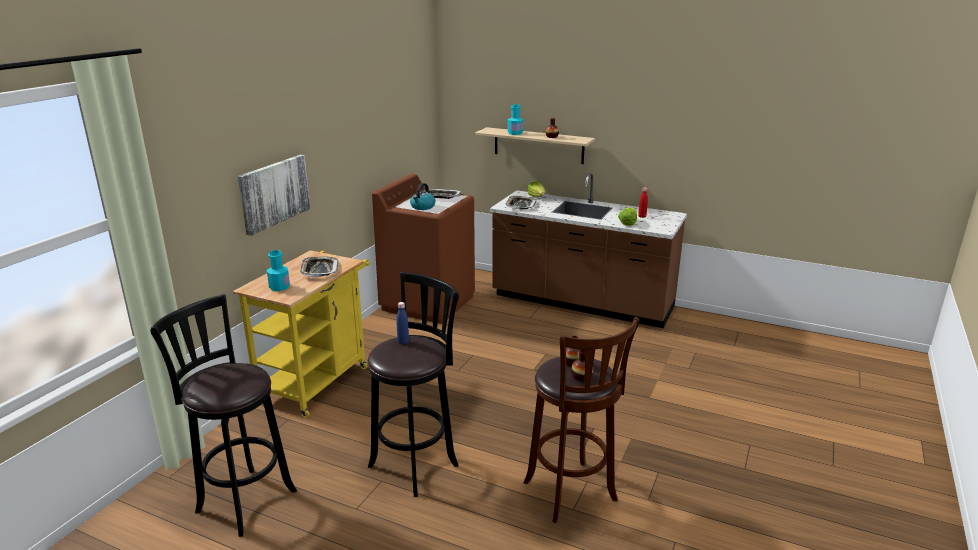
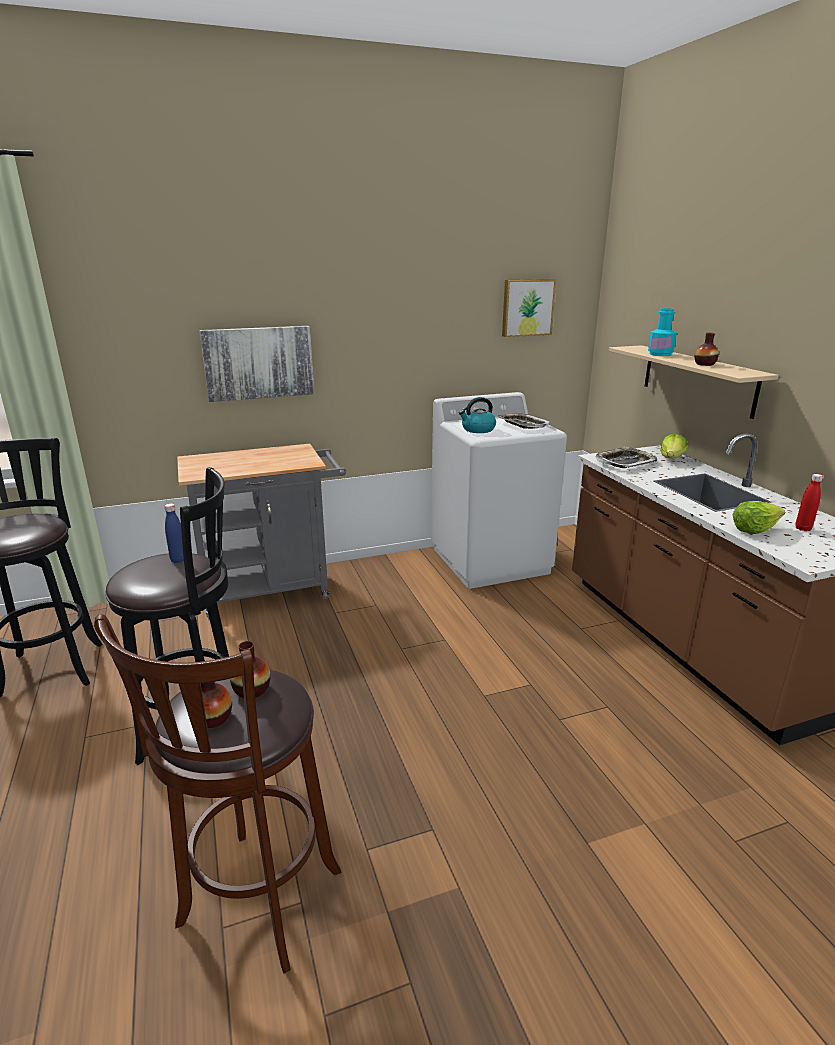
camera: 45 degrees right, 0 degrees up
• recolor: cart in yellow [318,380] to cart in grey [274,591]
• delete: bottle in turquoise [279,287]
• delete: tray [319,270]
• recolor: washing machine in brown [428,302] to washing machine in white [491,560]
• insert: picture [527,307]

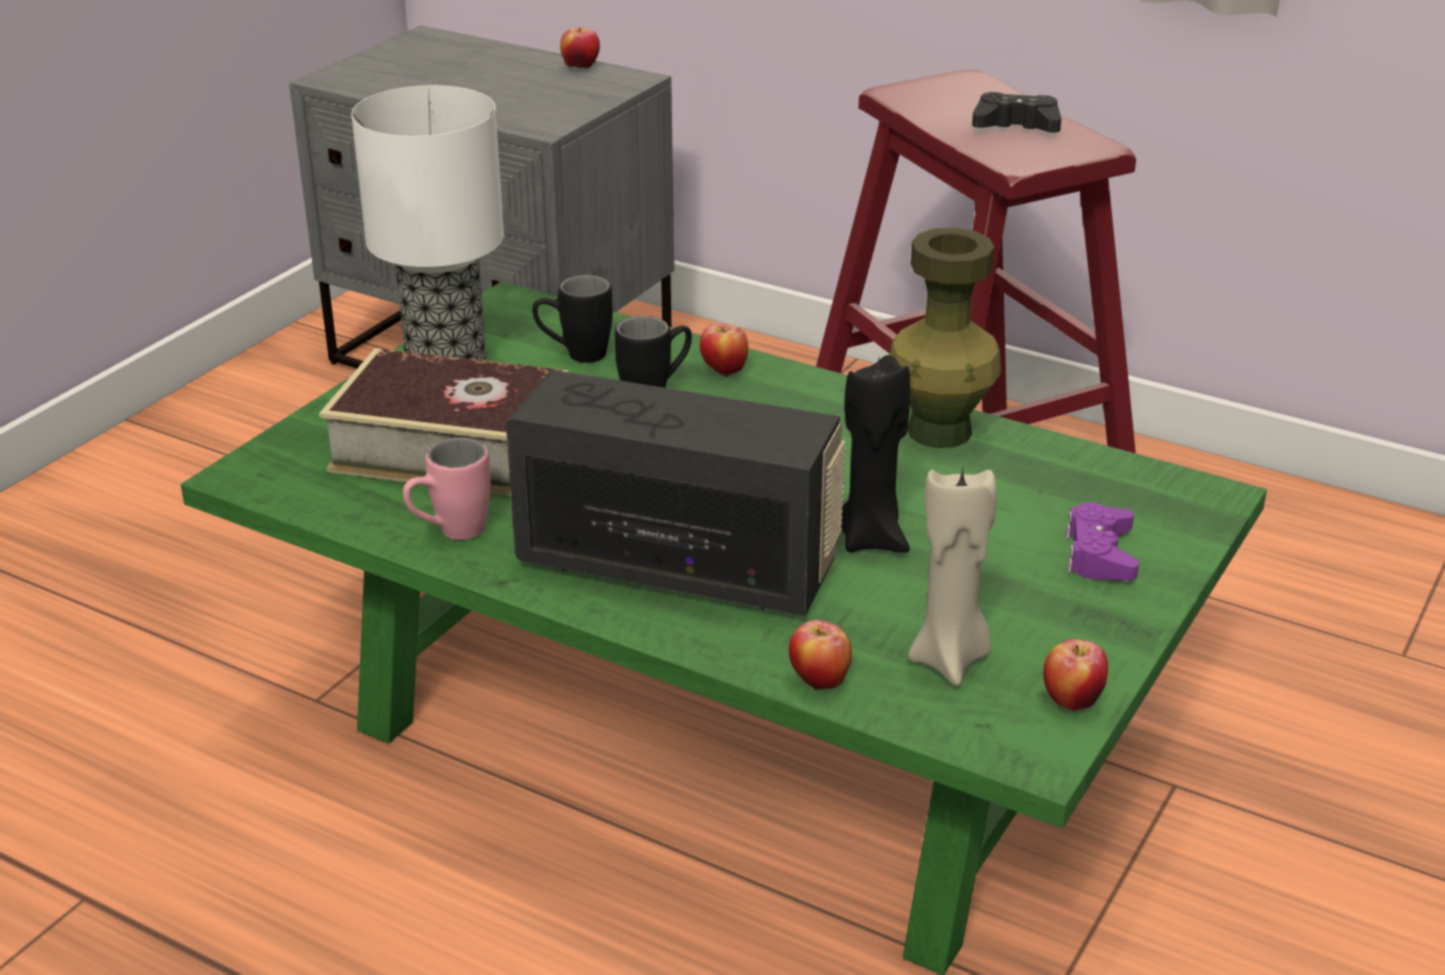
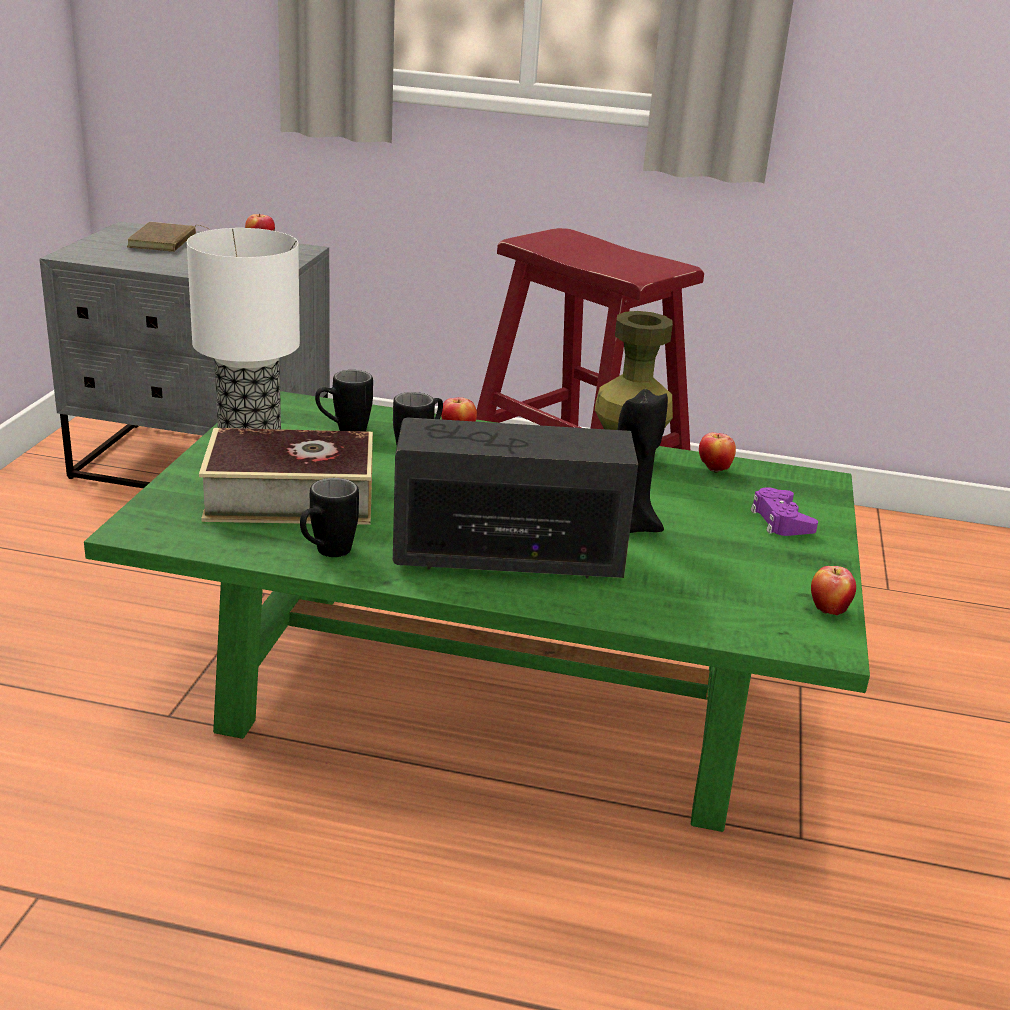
camera: 20 degrees left, 5 degrees down
• recolor: mug in pink [450,534] to mug in black [326,554]
• move: apple [819,682] to [714,469]
• delete: candle in beige [950,659]
• delete: game controller in black [1016,125]
• insert: book in brown [165,242]

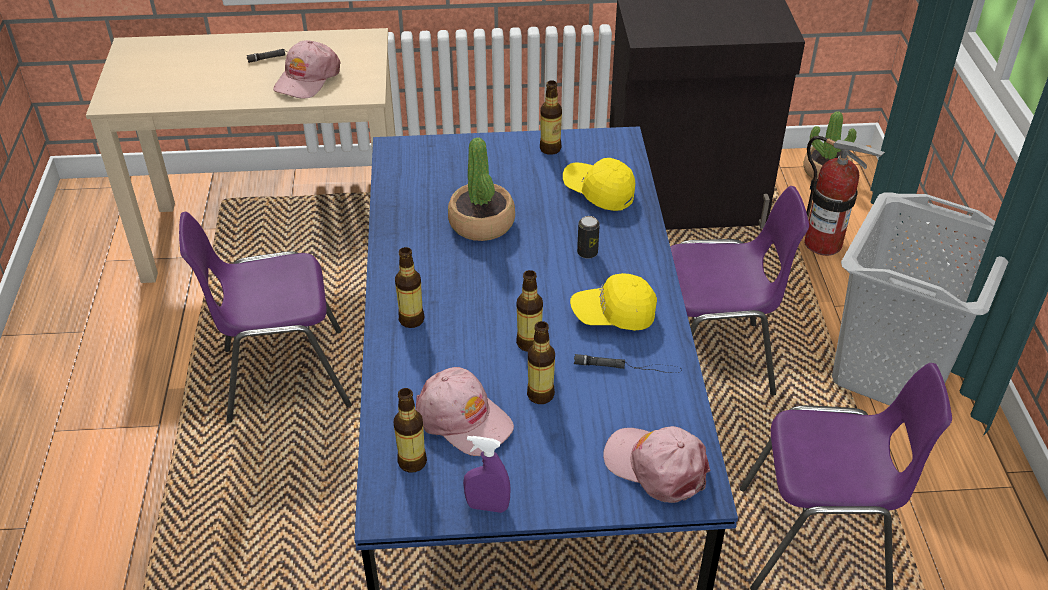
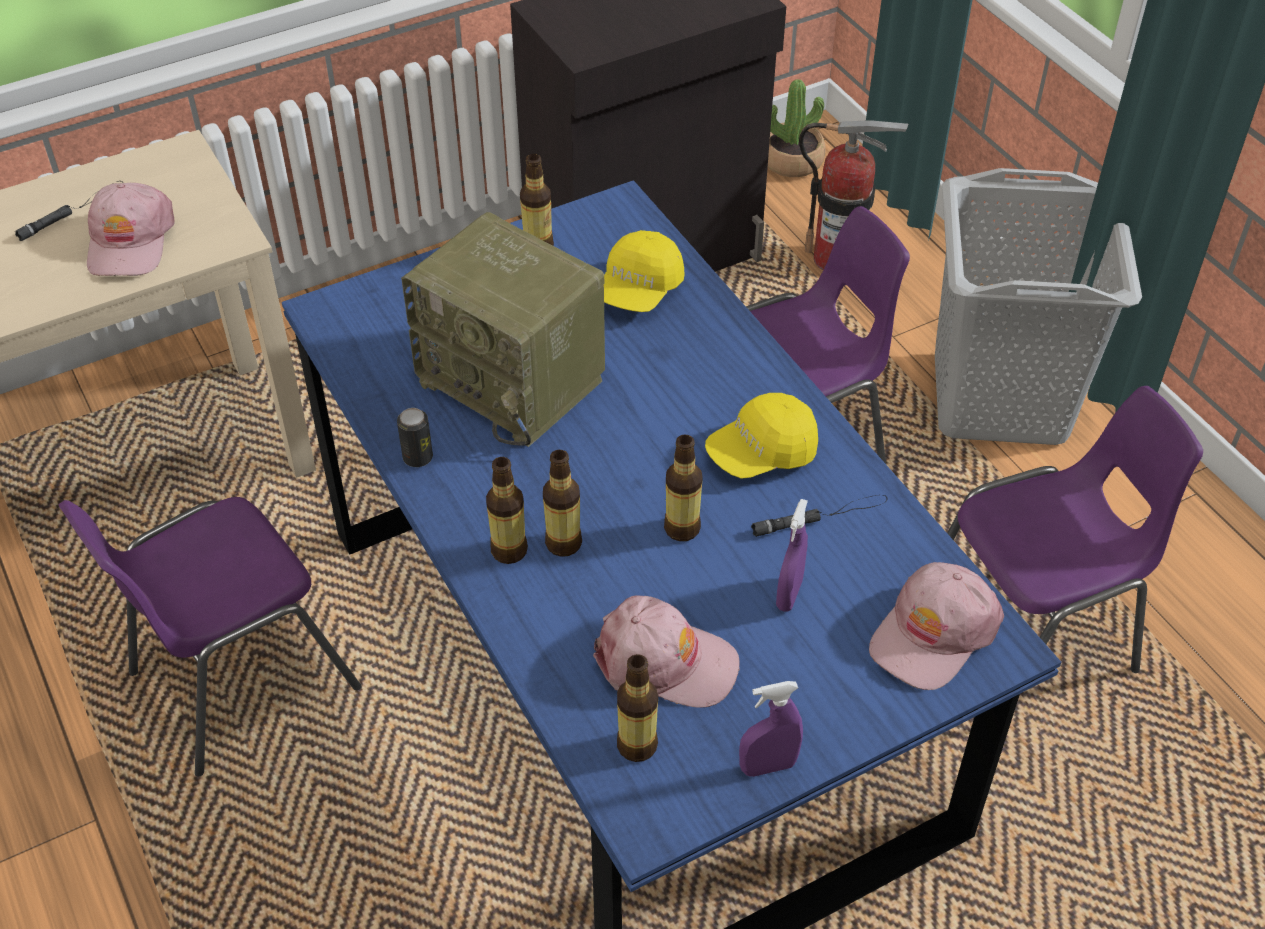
camera: 25 degrees left, 5 degrees up
• replace: potted plant [482,223] to radio [515,381]
• move: bottle [540,395] to [563,543]
• rotate: cap in yellow [598,192] = [639,290] 75 degrees counterclockwise
• move: can [587,252] to [418,457]
• rotate: cap in pink [656,466] = [933,633] 60 degrees counterclockwise
• insert: spray bottle in purple [789,594]

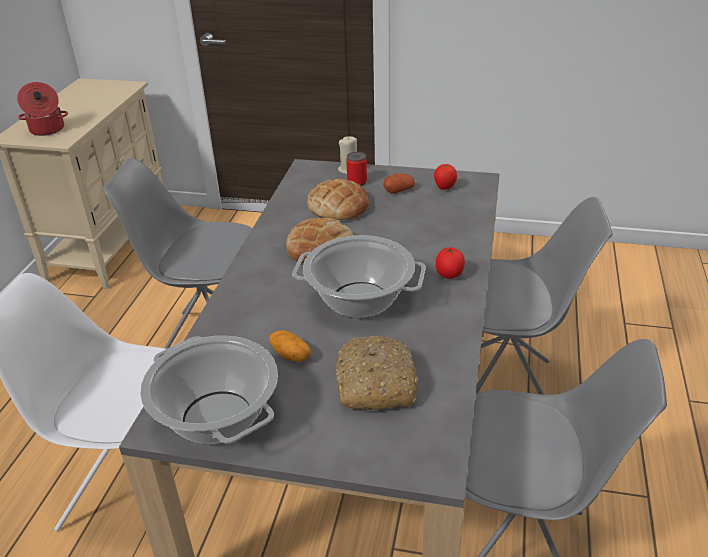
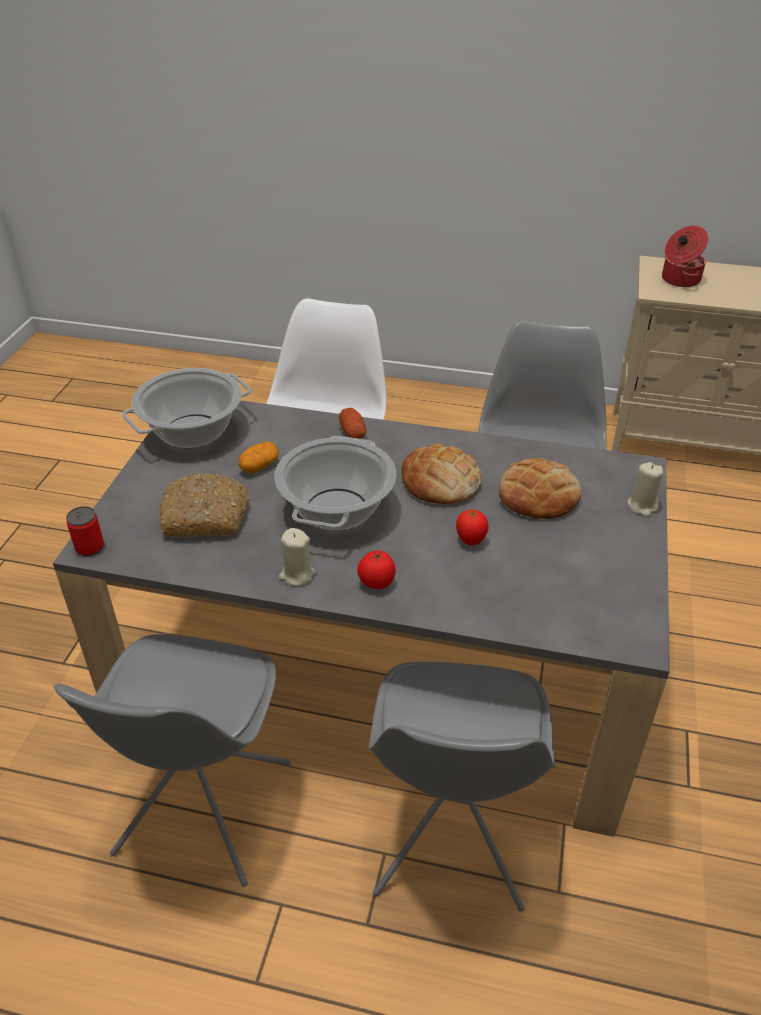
camera: 90 degrees right, 5 degrees up
• move: can [357,182] to [90,547]
• move: potato [399,190] to [353,432]
• move: tomato [444,188] to [471,540]
• insert: candle in beige [297,575]

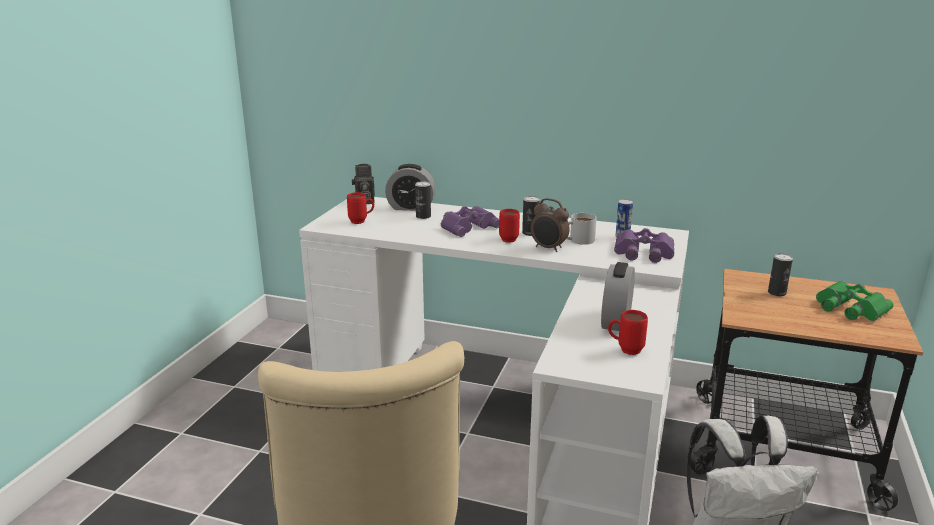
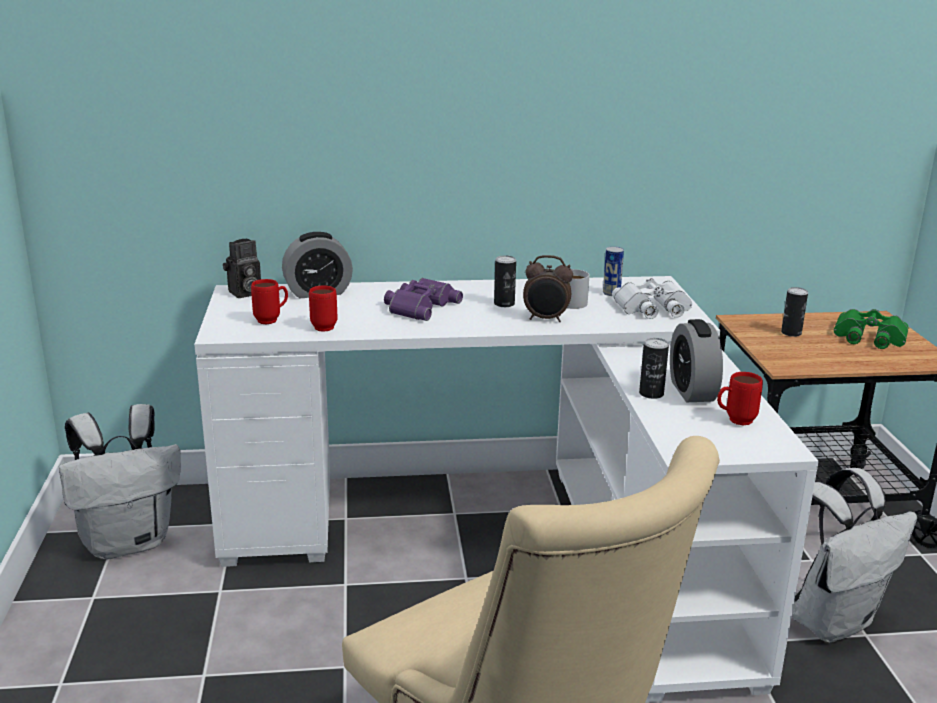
camera: 25 degrees left, 0 degrees up
• move: can [423,216] to [651,394]
• move: mug in red [509,238] to [323,326]
• recolor: binoculars in purple [643,253] to binoculars in white [653,308]
• insert: backpack in white [129,542]

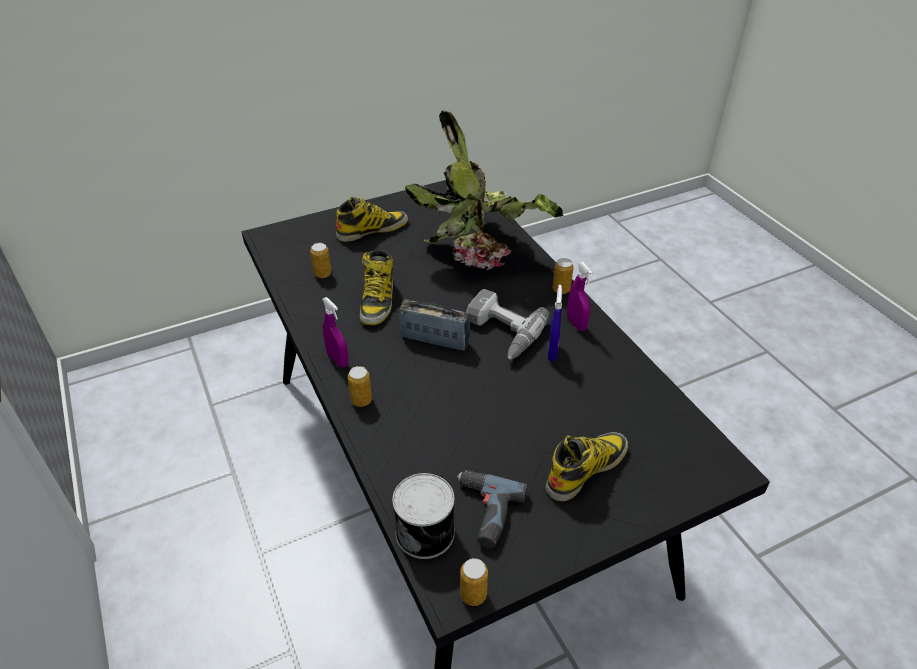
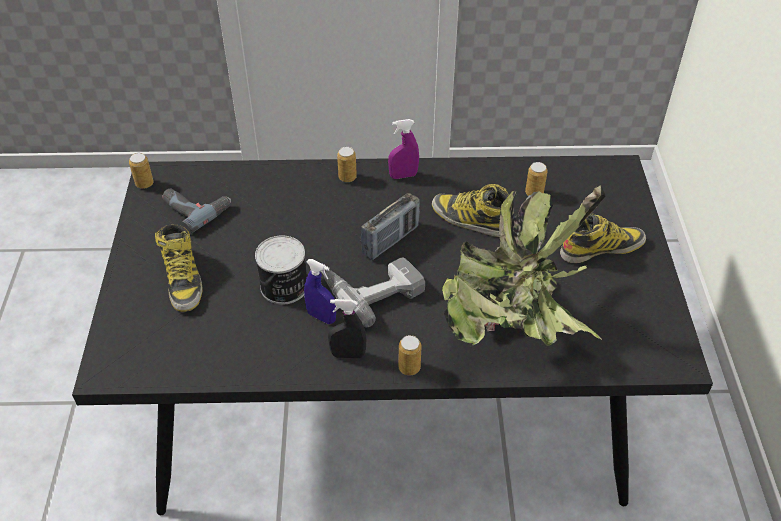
camera: 115 degrees right, 5 degrees up
• rotate: boot [372,229] = [601,248] 105 degrees counterclockwise
• move: can [426,532] to [284,287]
• recolor: spray bottle in purple [576,324] to spray bottle in black [348,354]

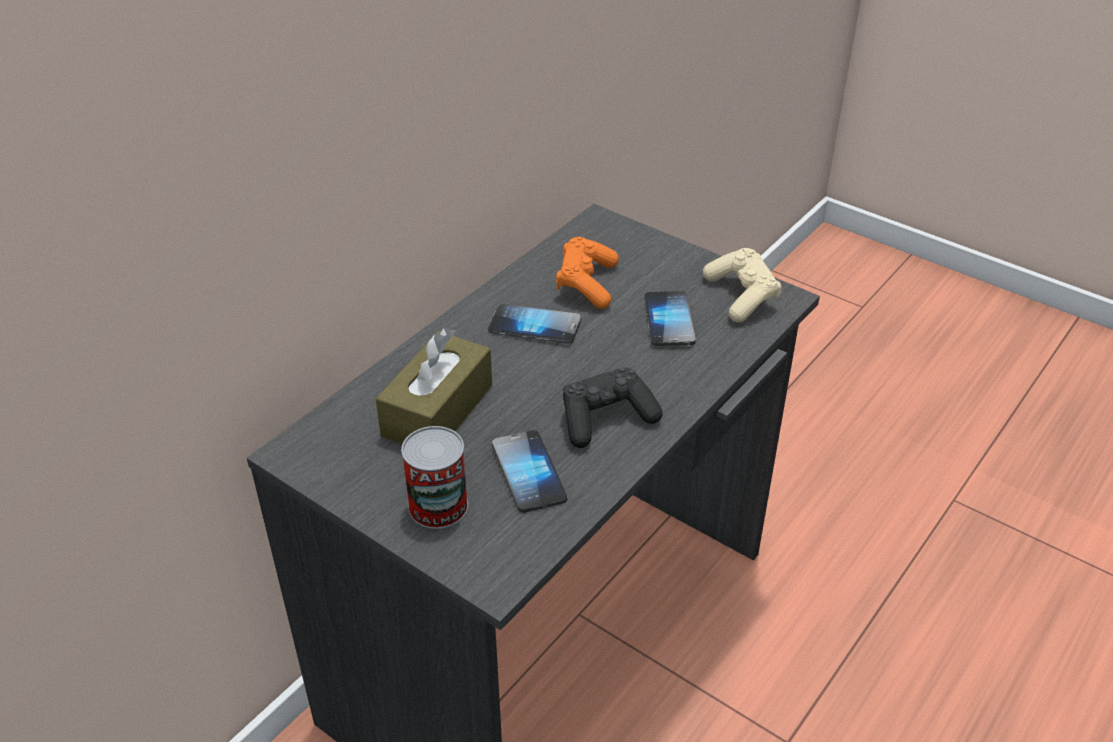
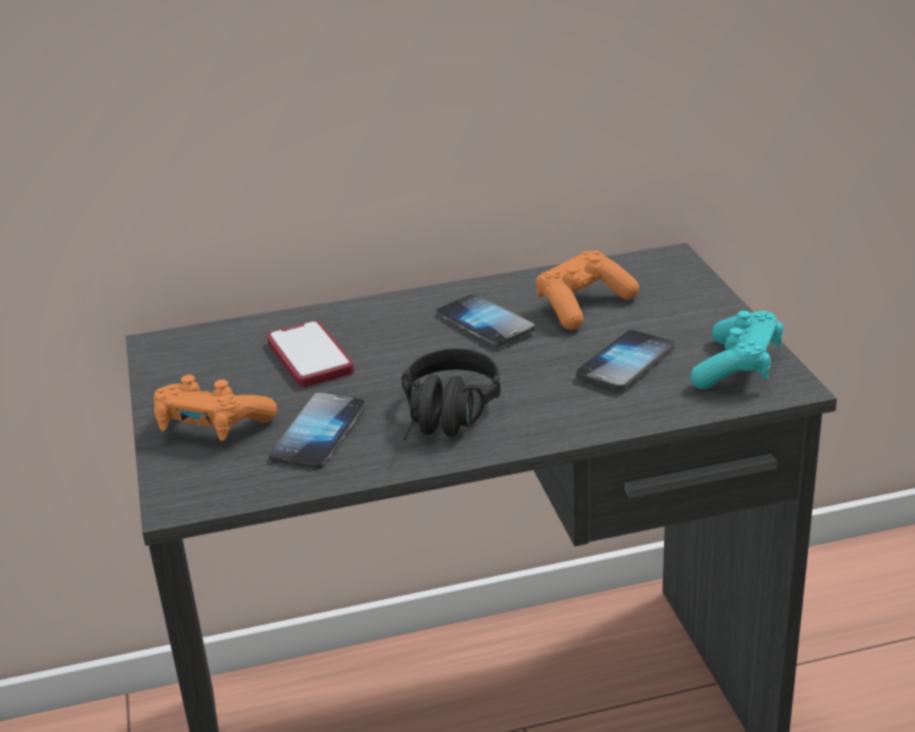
camera: 40 degrees right, 10 degrees down
• replace: tissue box in brown [437,410] to phone [310,357]
• replace: can [438,506] to game controller in orange [212,427]
• replace: game controller in black [606,419] to headphones in black [446,420]
• recolor: game controller in beige [741,296] to game controller in turquoise [737,368]

